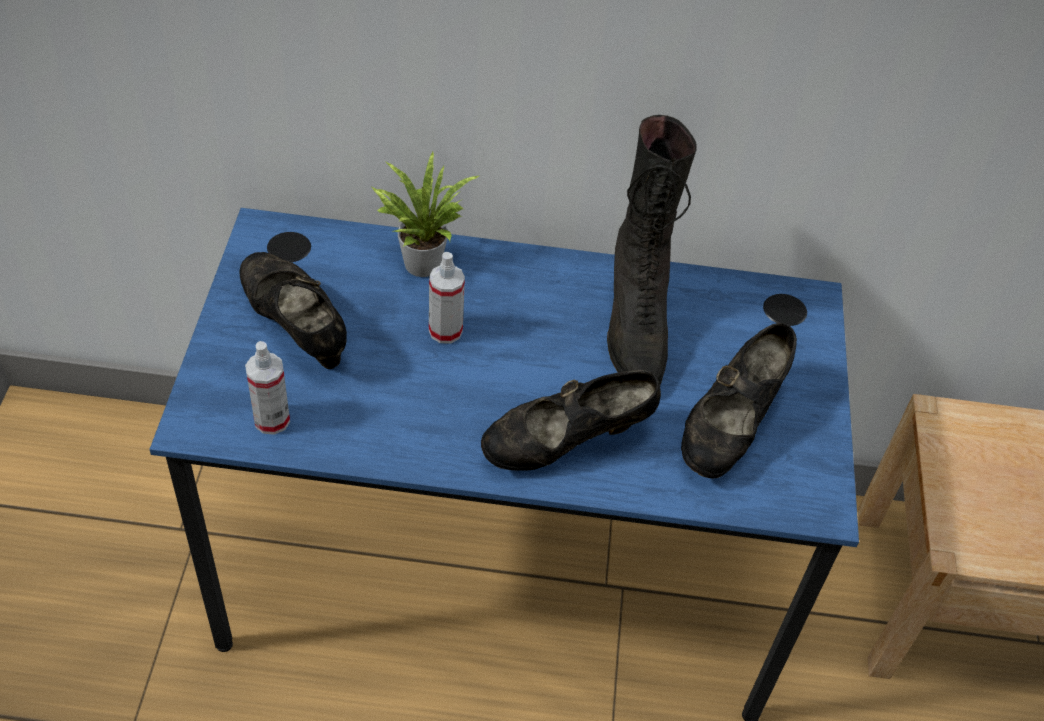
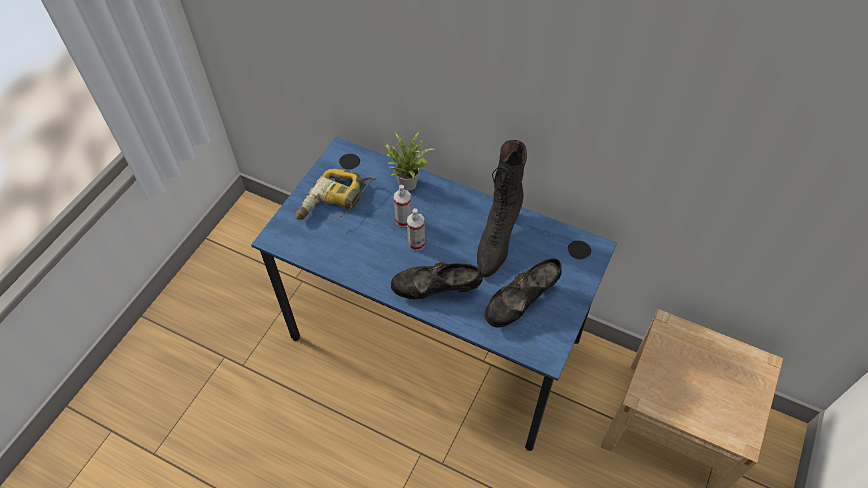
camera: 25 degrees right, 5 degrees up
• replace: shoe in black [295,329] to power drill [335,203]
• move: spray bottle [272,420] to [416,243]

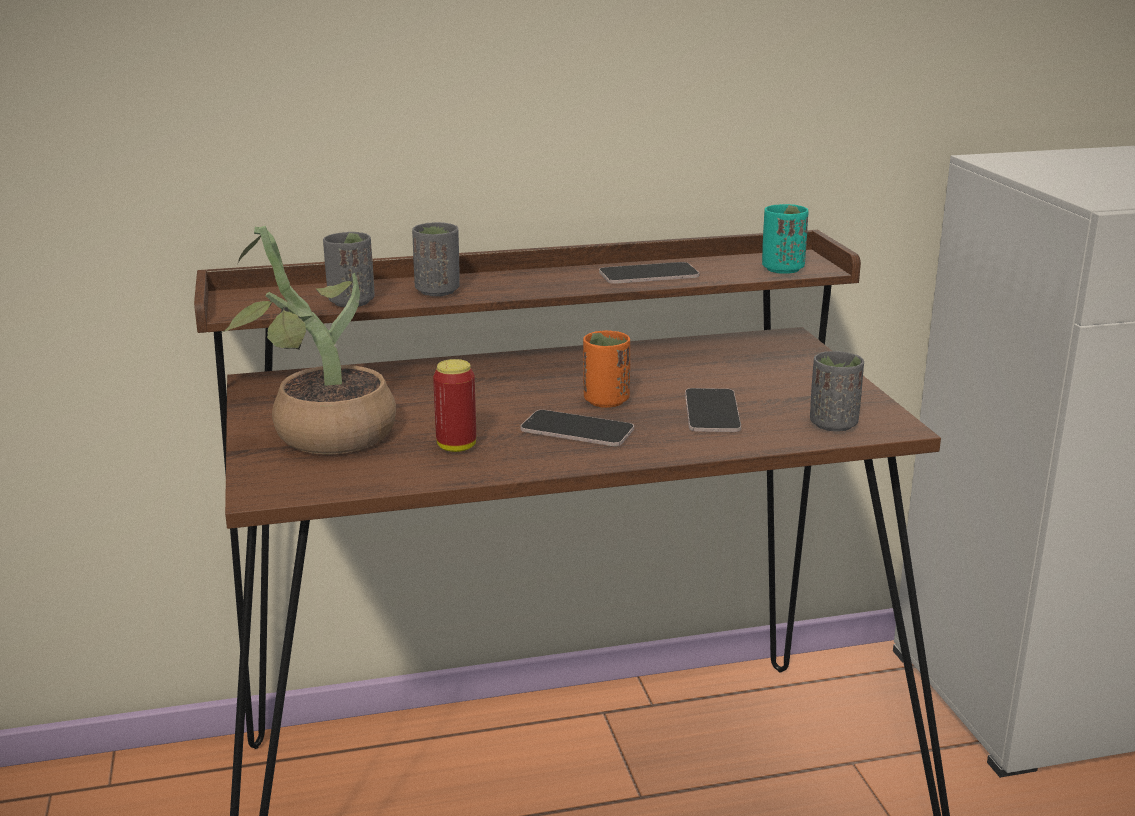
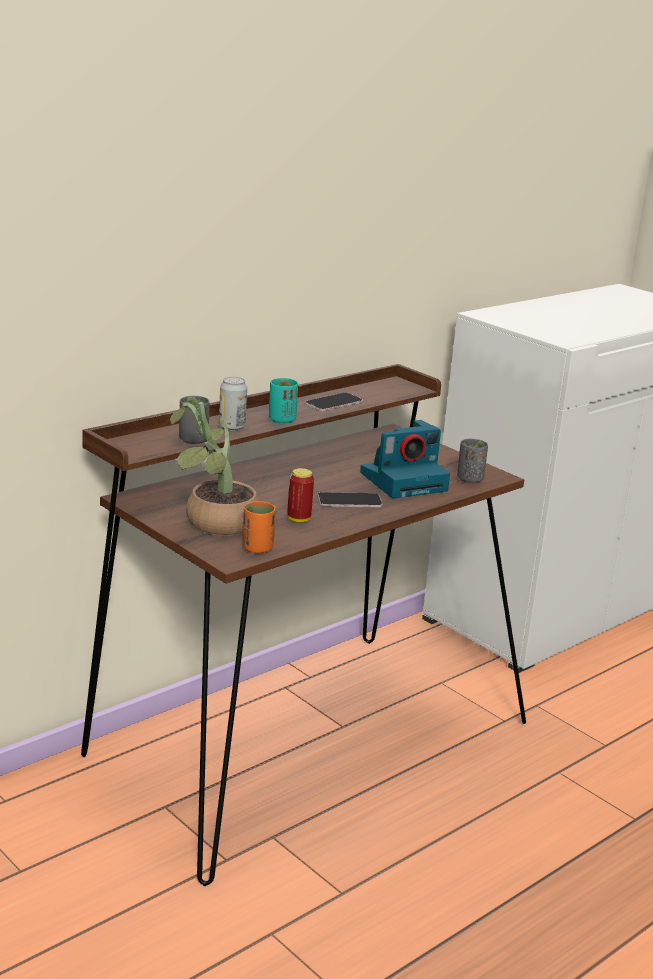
camera: 30 degrees left, 0 degrees up
• replace: cup in grey [437,291] to can [231,427]
• move: cup in orange [606,401] to [257,548]
• replace: phone [712,412] to photo camera [404,481]
• move: cup in turquoise [782,269] to [282,420]

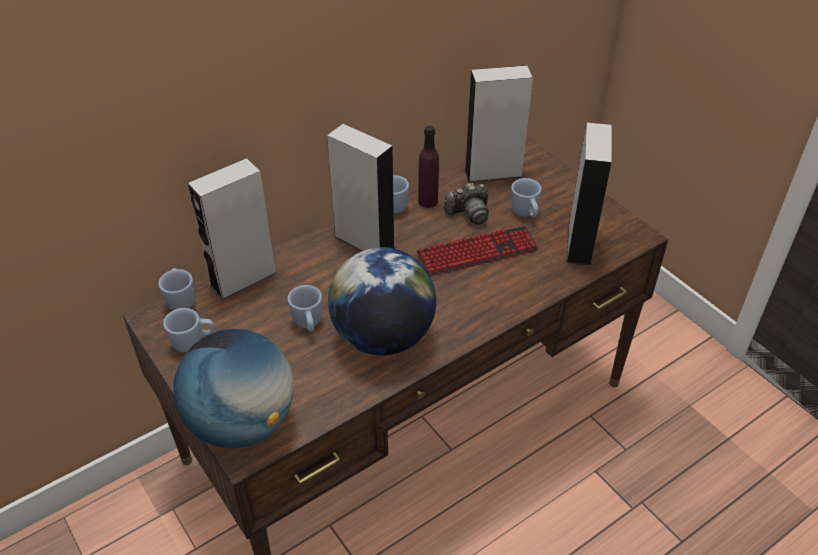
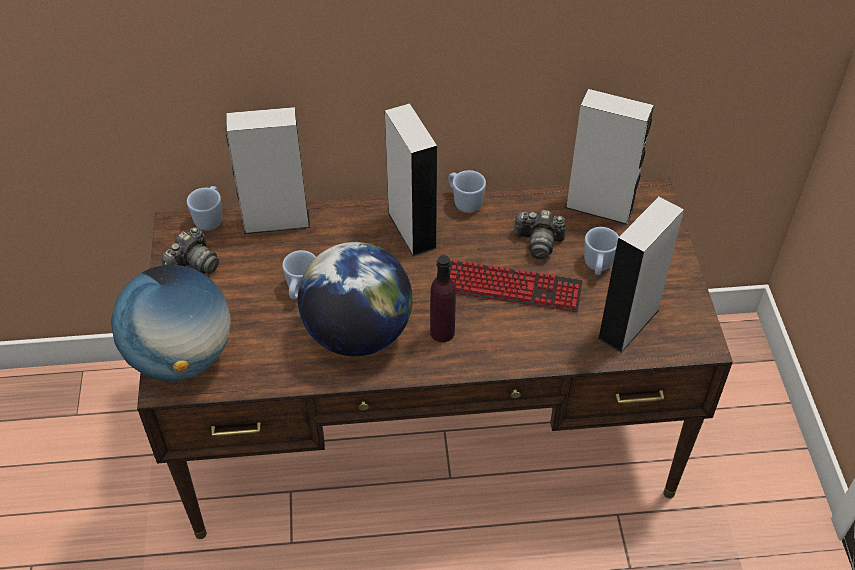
camera: 30 degrees right, 5 degrees up
• replace: mug in blue [193,342] to photo camera [193,264]
• move: bottle in purple [428,201] to [442,332]

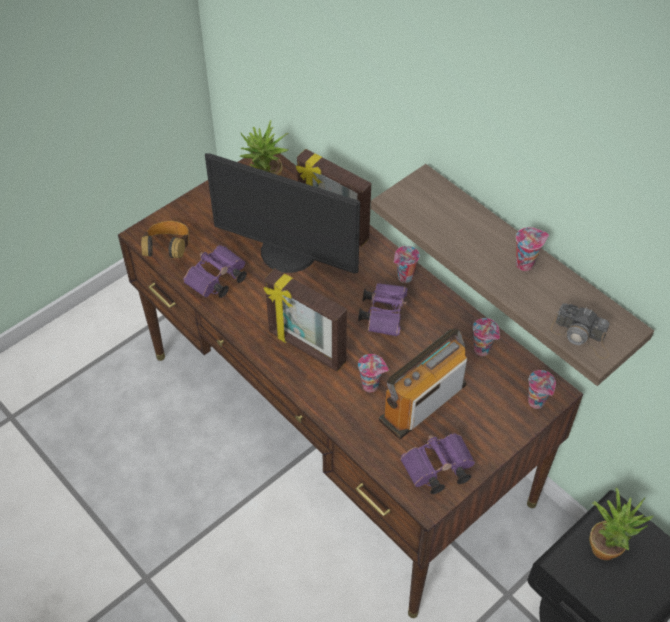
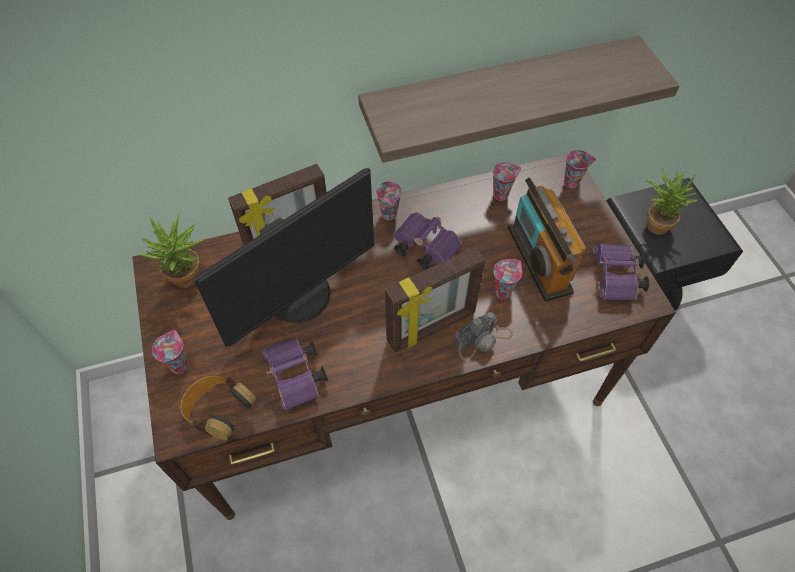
camera: 65 degrees left, 5 degrees up
• move: cup [525,264] to [179,364]
• move: photo camera [581,337] to [482,339]

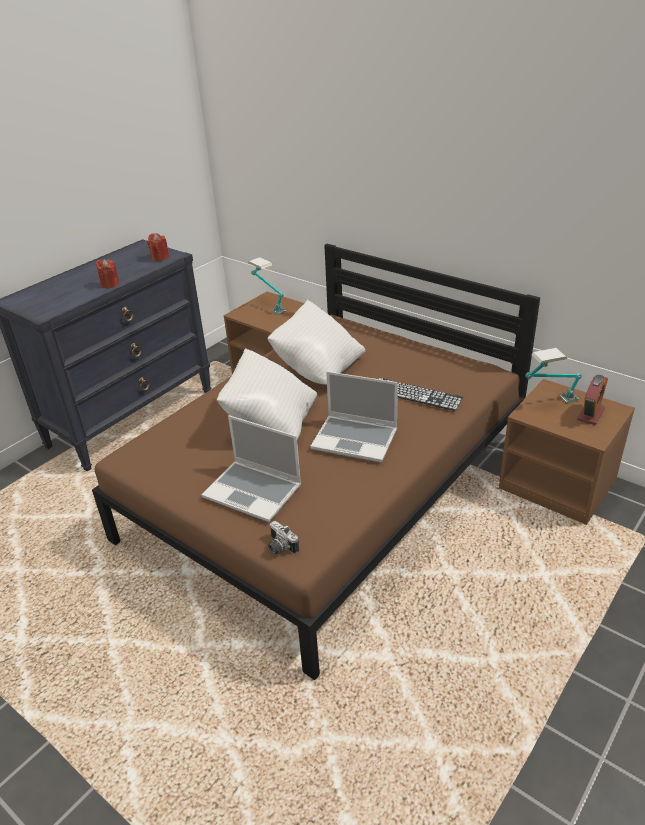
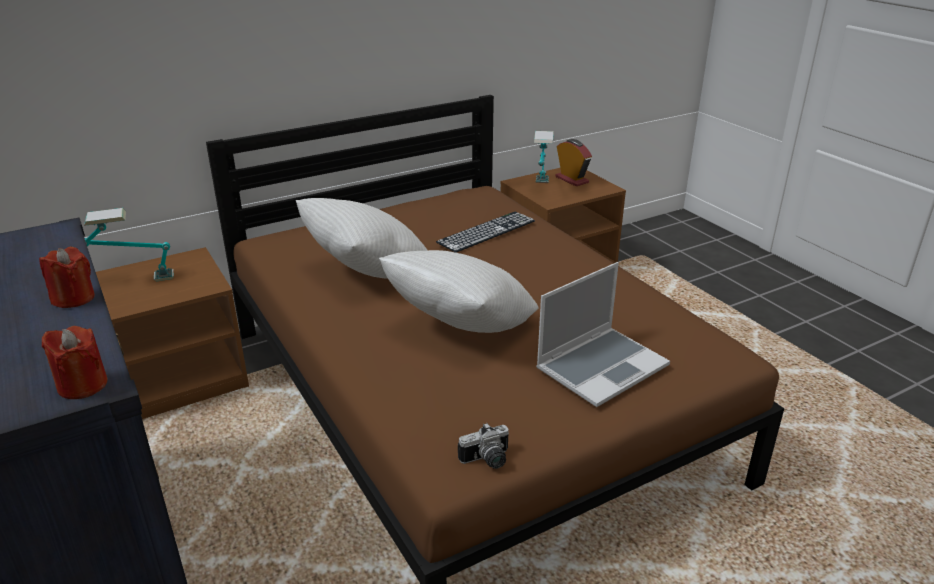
camera: 70 degrees left, 5 degrees down
• move: candle in red [160,257] to [82,385]
• move: photo camera [279,547] to [487,460]
• delete: laptop [356,439]

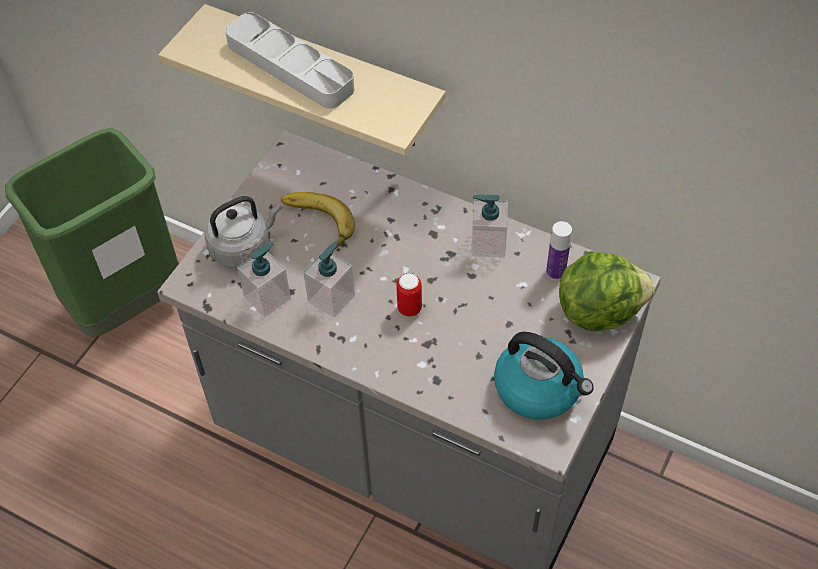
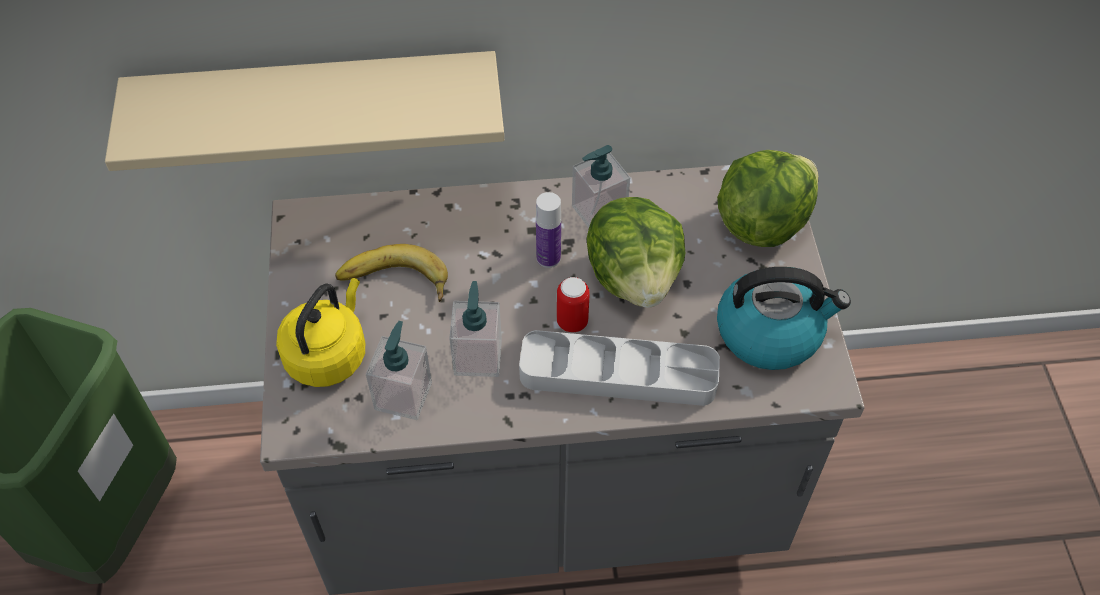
camera: 35 degrees left, 0 degrees up
• recolor: kettle in grey [243,247] to kettle in yellow [329,354]
• move: tray in grey [290,66] to [618,374]
• move: bottle [555,272] to [548,258]
• insert: lettuce [634,277]

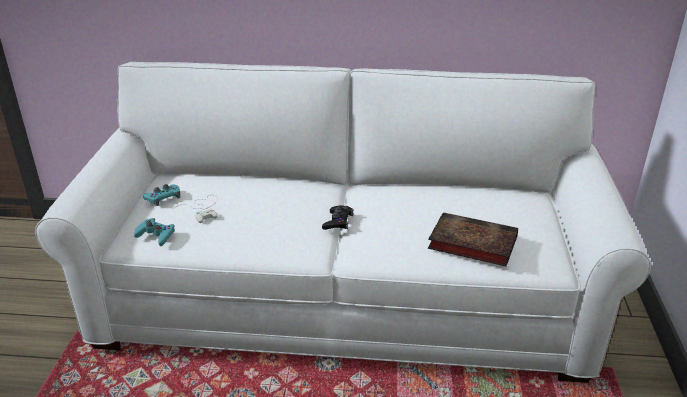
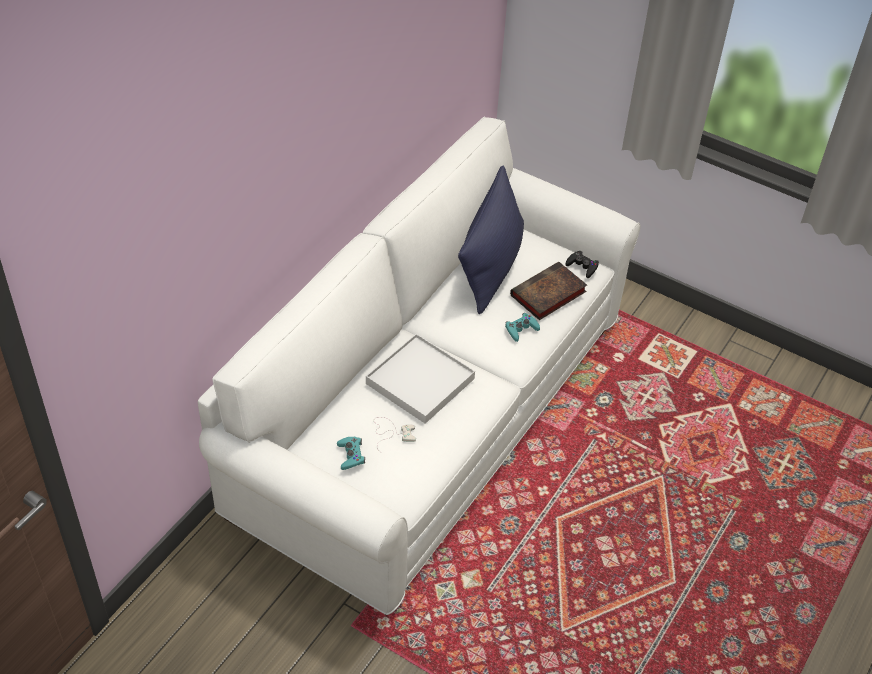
camera: 65 degrees left, 15 degrees up
• move: game controller in turquoise [156,235] to [521,329]
• move: game controller in black [338,221] to [582,266]
• insert: tray in white [420,381]
• insert: pillow in blue [491,265]

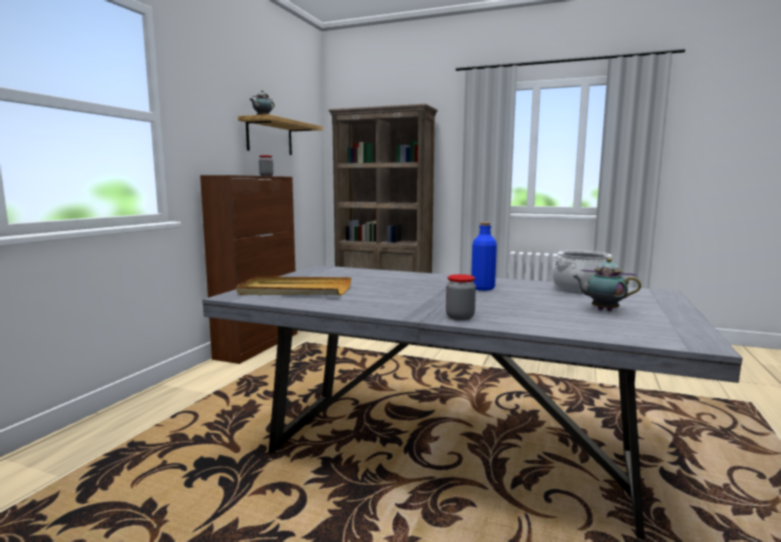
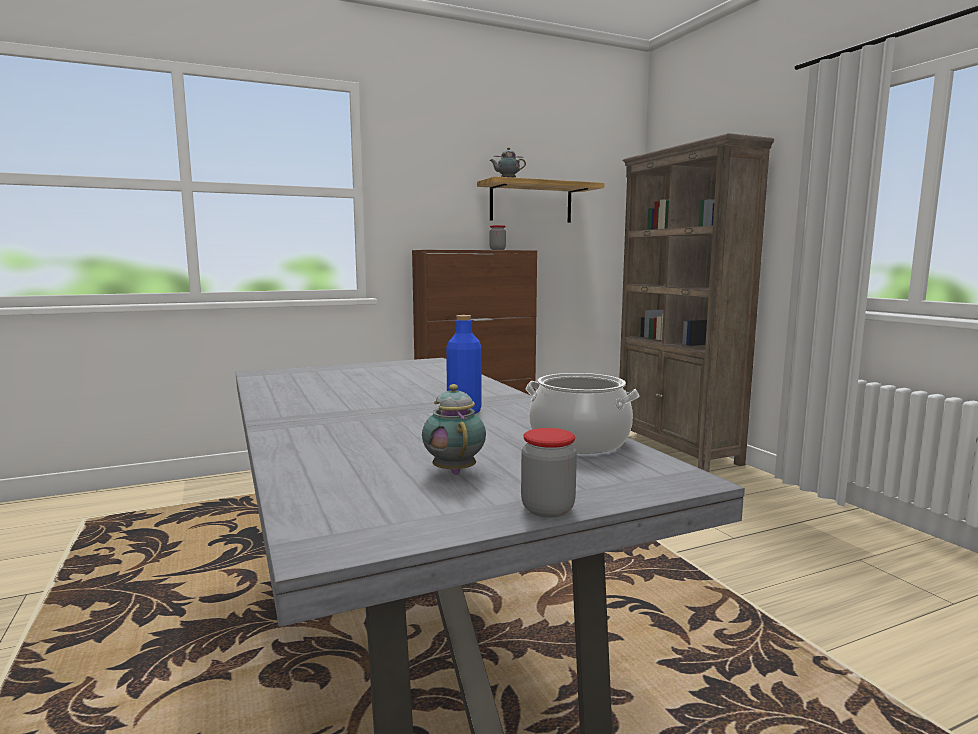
camera: 45 degrees right, 0 degrees up
• delete: tray in beige [295,291]
• move: jar [460,317] to [547,509]

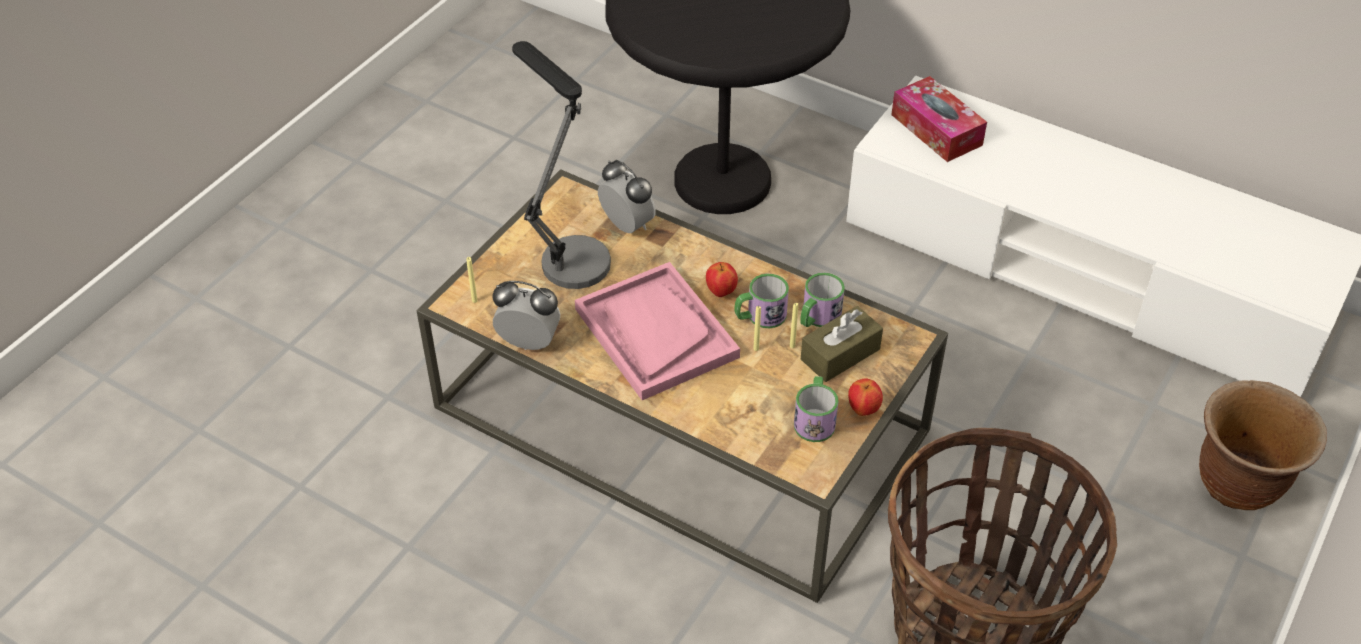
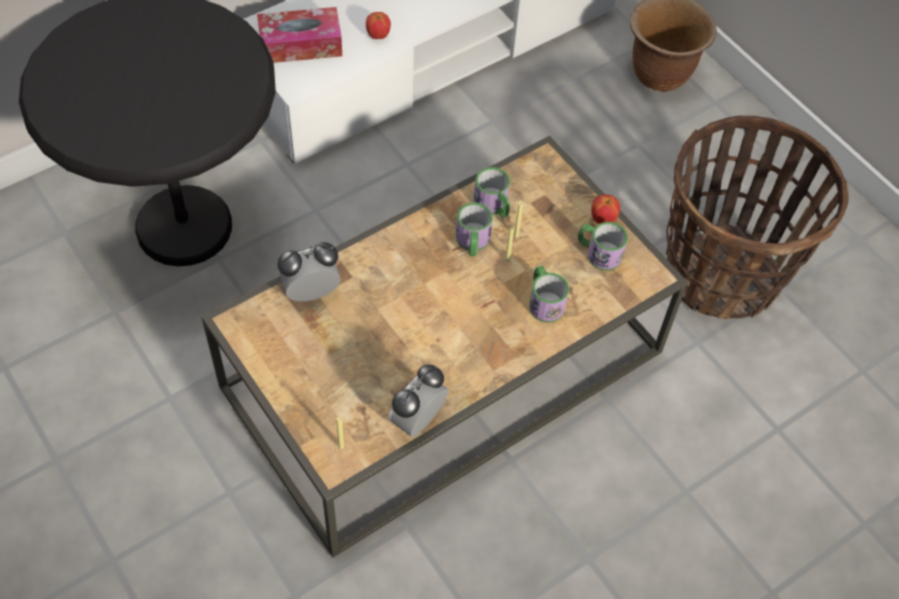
camera: 70 degrees left, 10 degrees up
• delete: table lamp [567,251]
• delete: tray in pink [655,333]
• move: apple [721,292] to [378,36]
• delete: tissue box in brown [840,354]
• insert: mug [544,301]

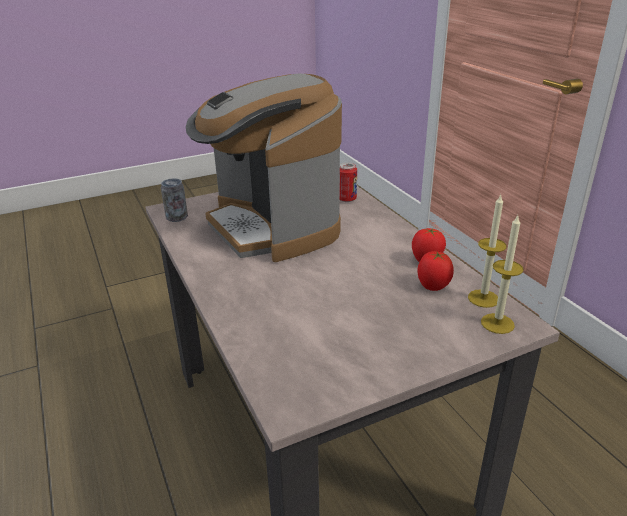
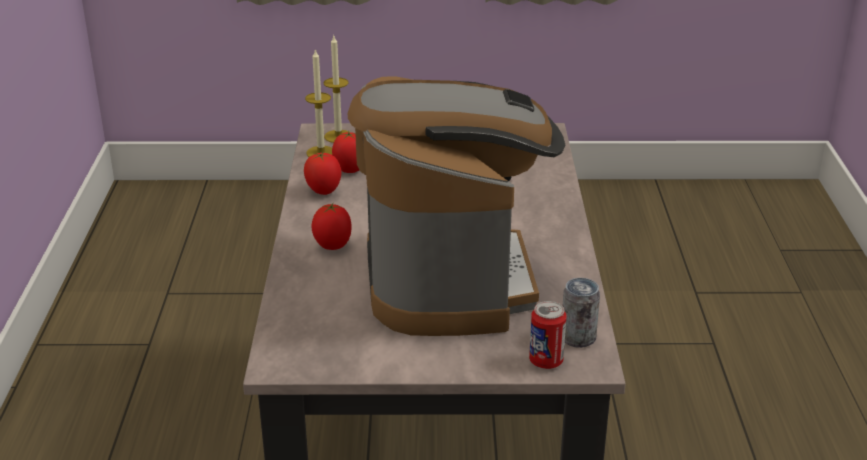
camera: 155 degrees left, 0 degrees up
• move: can [347,199] to [546,361]
• insert: tomato [333,246]

